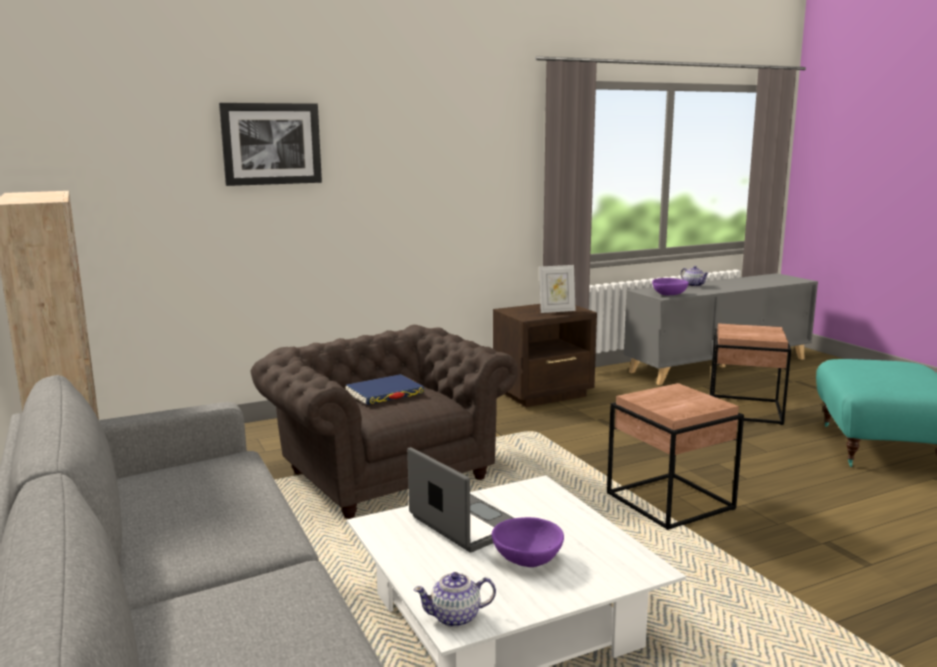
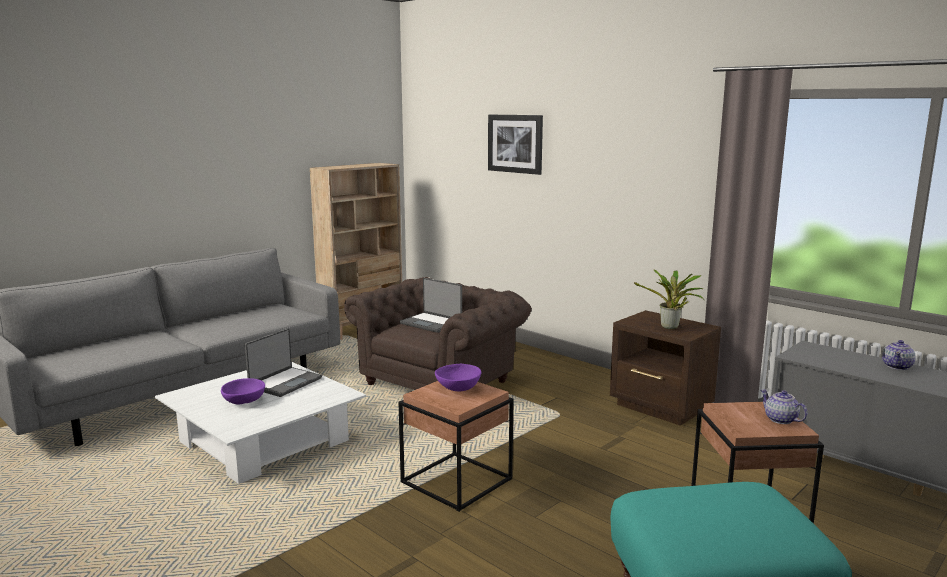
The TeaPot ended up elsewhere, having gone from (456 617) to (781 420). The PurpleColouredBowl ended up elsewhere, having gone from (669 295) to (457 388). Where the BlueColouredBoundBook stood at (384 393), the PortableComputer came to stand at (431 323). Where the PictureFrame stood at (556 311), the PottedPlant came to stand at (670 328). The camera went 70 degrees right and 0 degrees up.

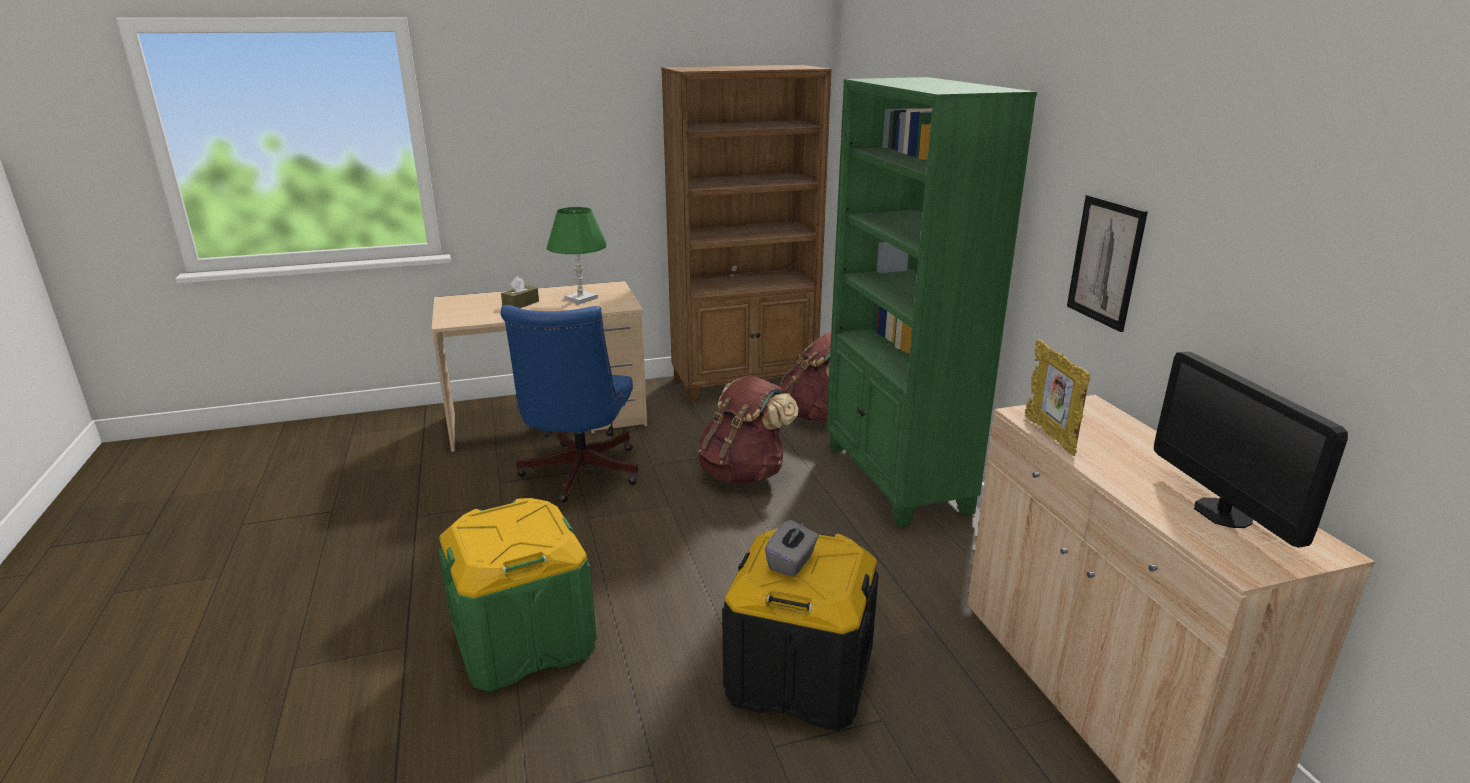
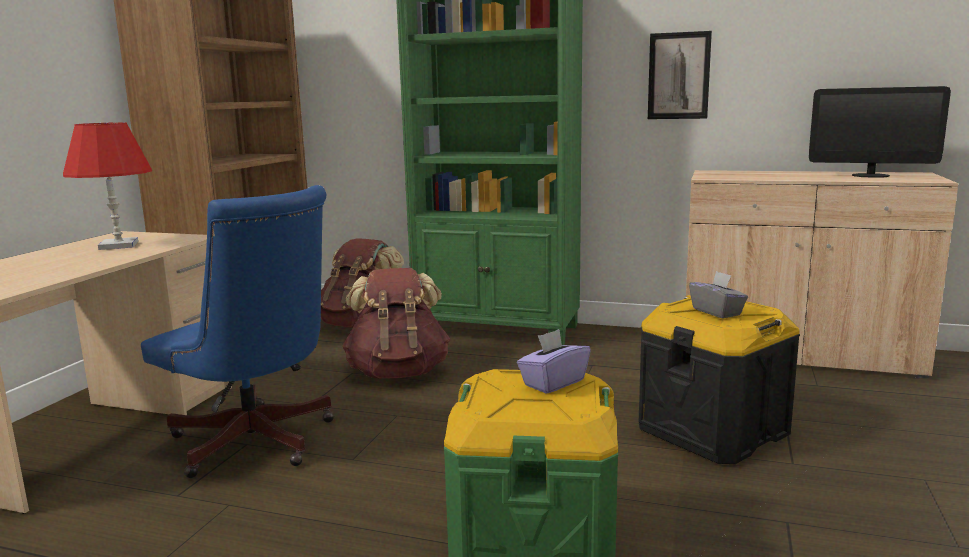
The second view lost the BrownishBoxOfTissues at (521 304). The second view lost the PictureFrame at (1050 436). The second view gained the PurpleColouredBoxOfTissues at (553 382). What was the GreenTabletopLamp at (581 298) turned into the RedColouredTabletopLamp at (119 245). The camera went 55 degrees left and 10 degrees down.

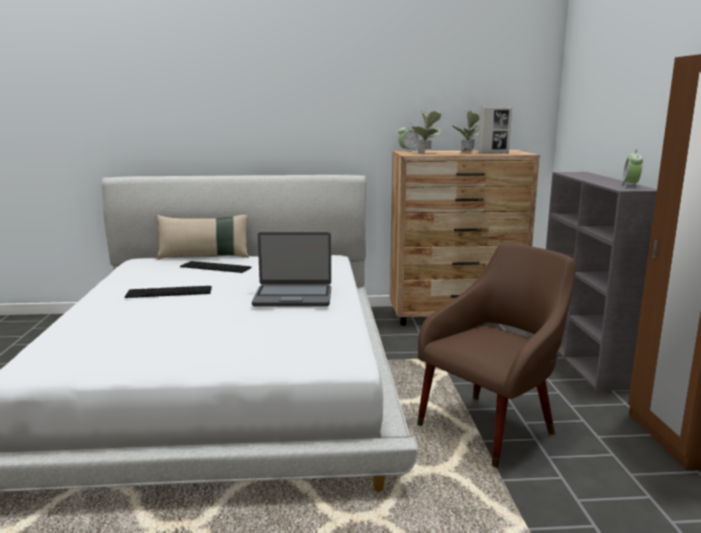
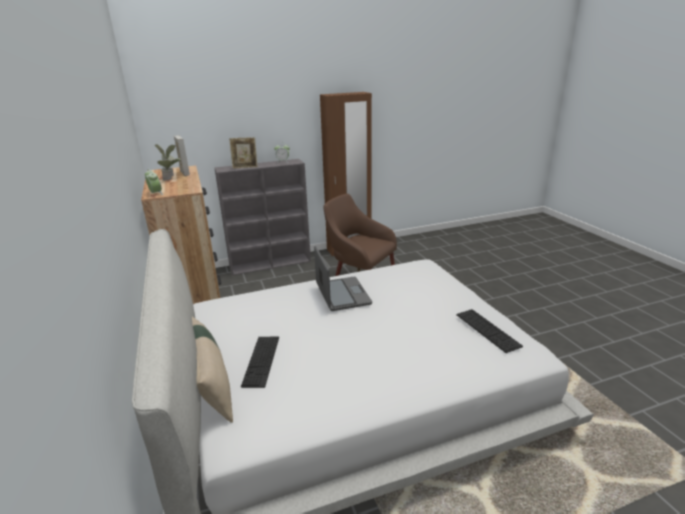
The second view lost the PottedPlant at (427 153). The second view gained the PictureFrame at (245 167). The PcKeyboard ended up elsewhere, having gone from (169 292) to (487 330). The camera went 105 degrees left and 10 degrees up.

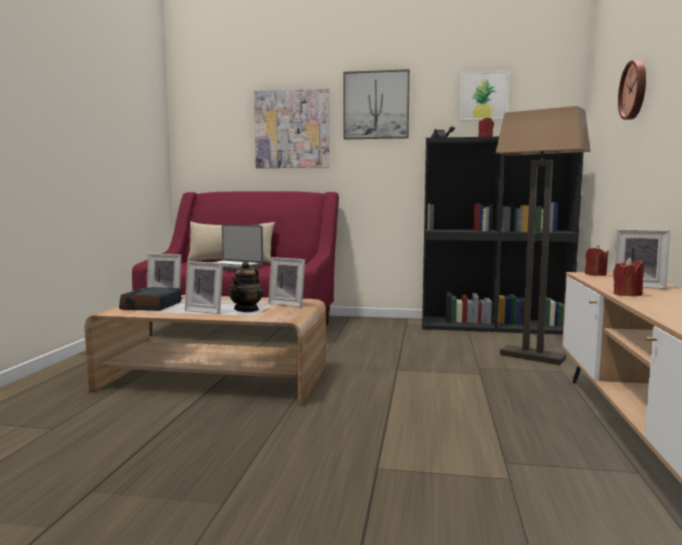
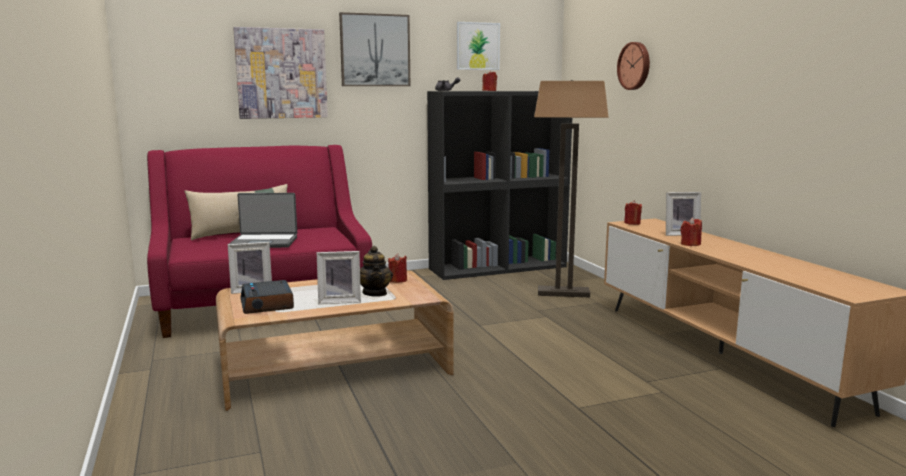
Where the PictureFrame stood at (288 304), the RedColouredWaxLight came to stand at (397 280). The camera went 30 degrees left and 5 degrees up.

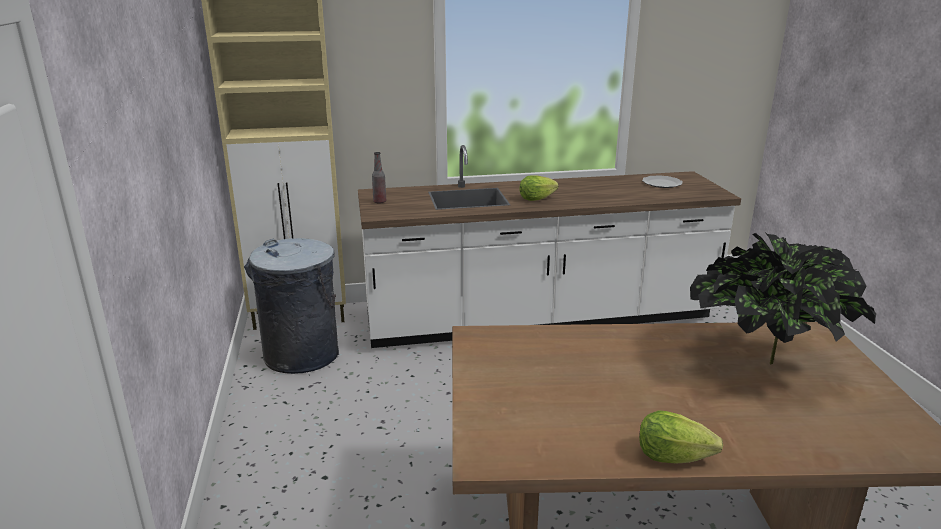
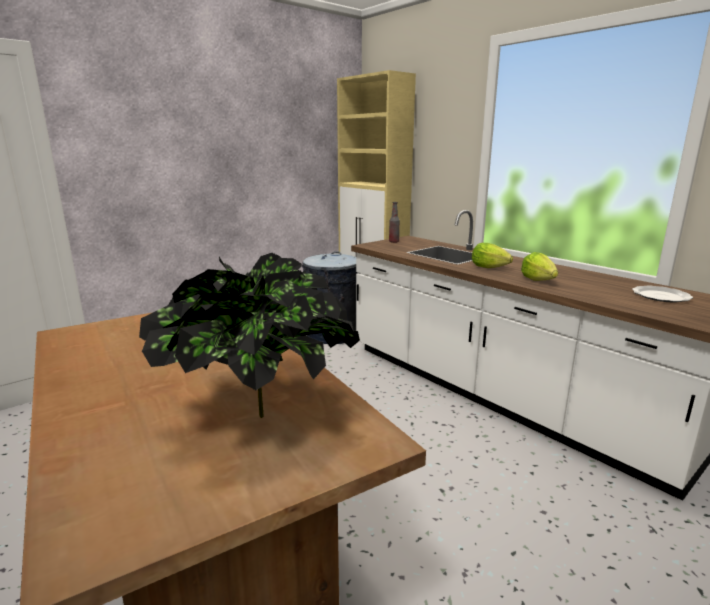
The HeadOfLettuce ended up elsewhere, having gone from (672 456) to (538 280). The camera went 60 degrees right and 5 degrees down.

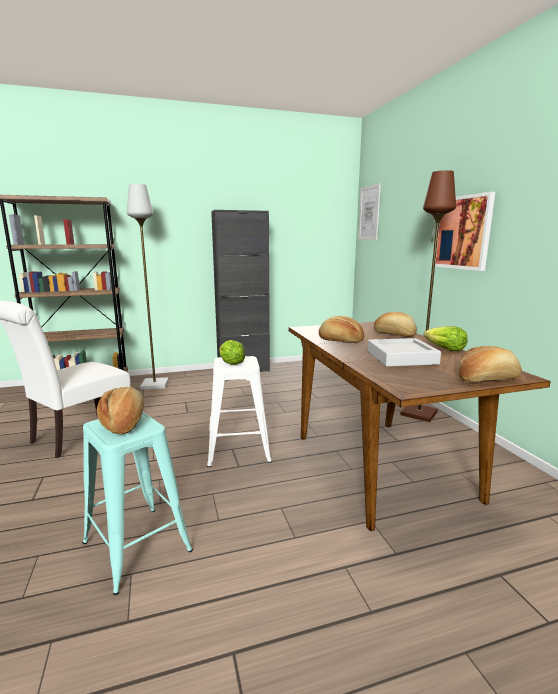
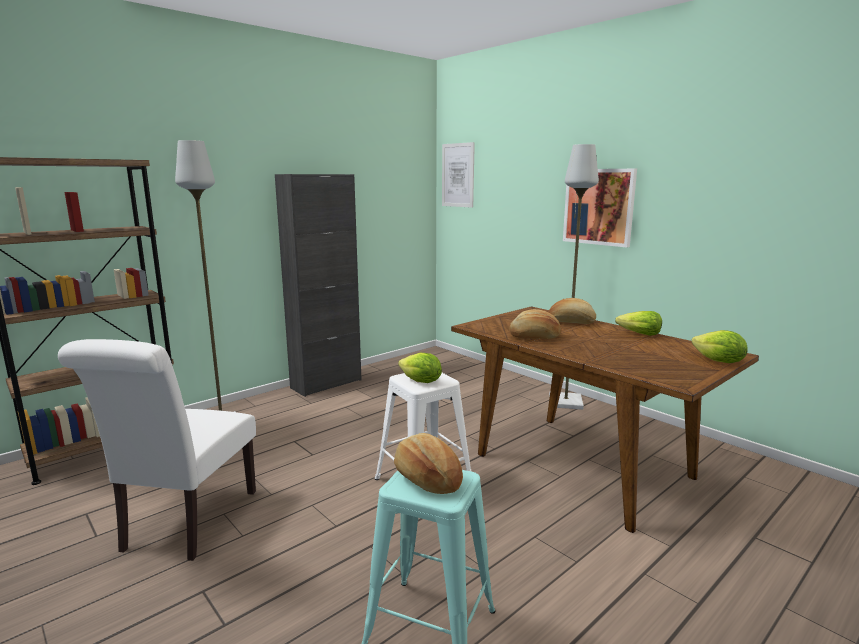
The second view lost the GrayCarryingTray at (401 357). Where the Bread stood at (487 379), the HeadOfLettuce came to stand at (719 362). What was the BrownishStandardLamp at (418 413) turned into the GrayStandardLamp at (565 402). The camera went 25 degrees left and 0 degrees up.

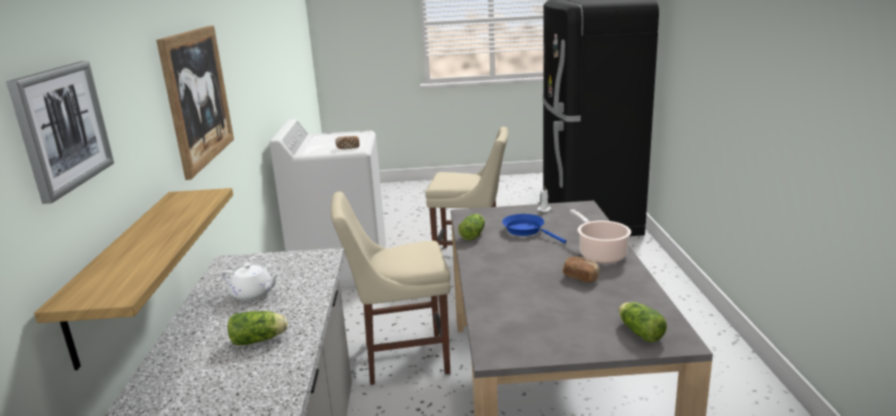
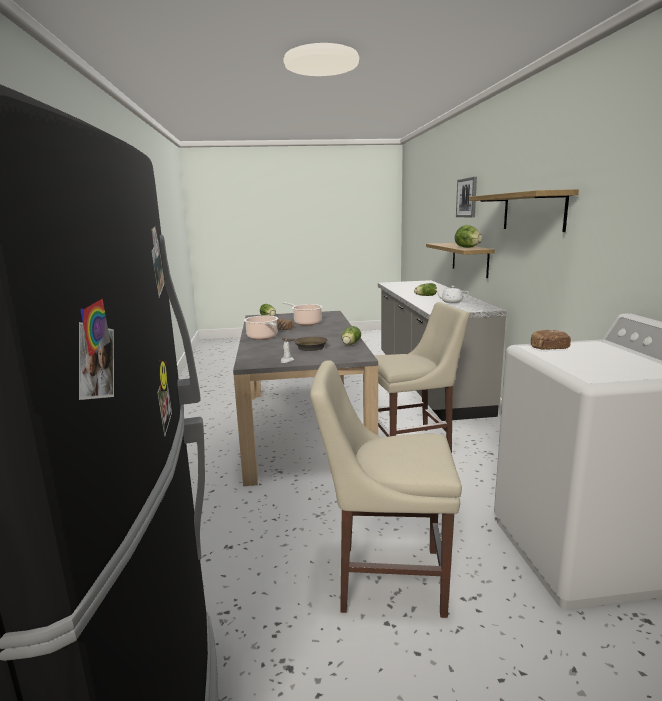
The second view gained the Stockpot at (306 322). The second view gained the HeadOfLettuce at (467 247). Where the Picture hung at (198 97), the Shelf came to hang at (533 211). What was the BlueColouredSkillet at (526 230) turned into the BrownishSkillet at (308 347). The camera went 175 degrees right and 5 degrees down.

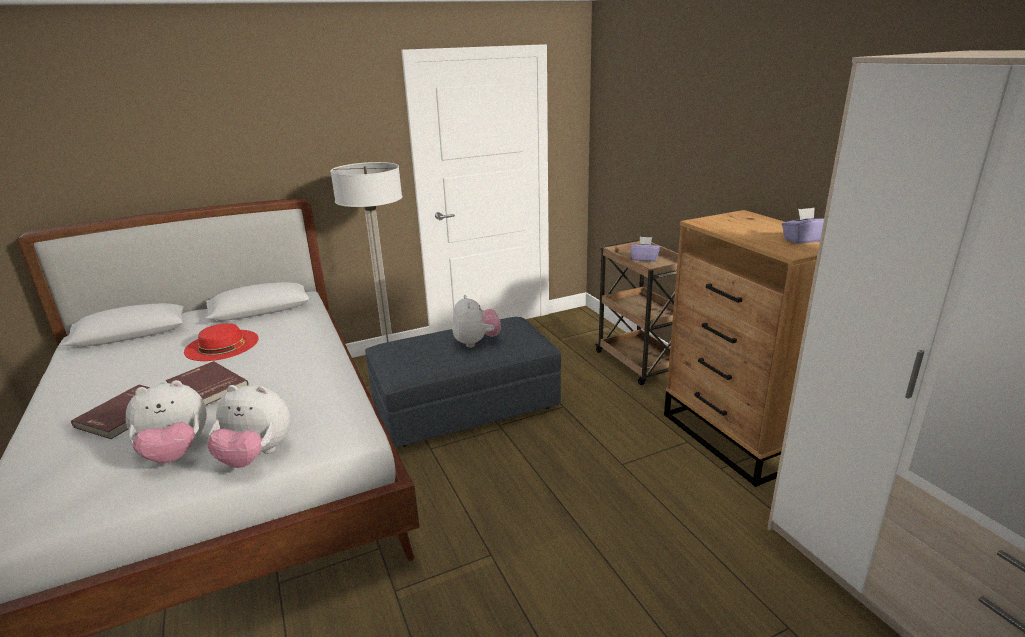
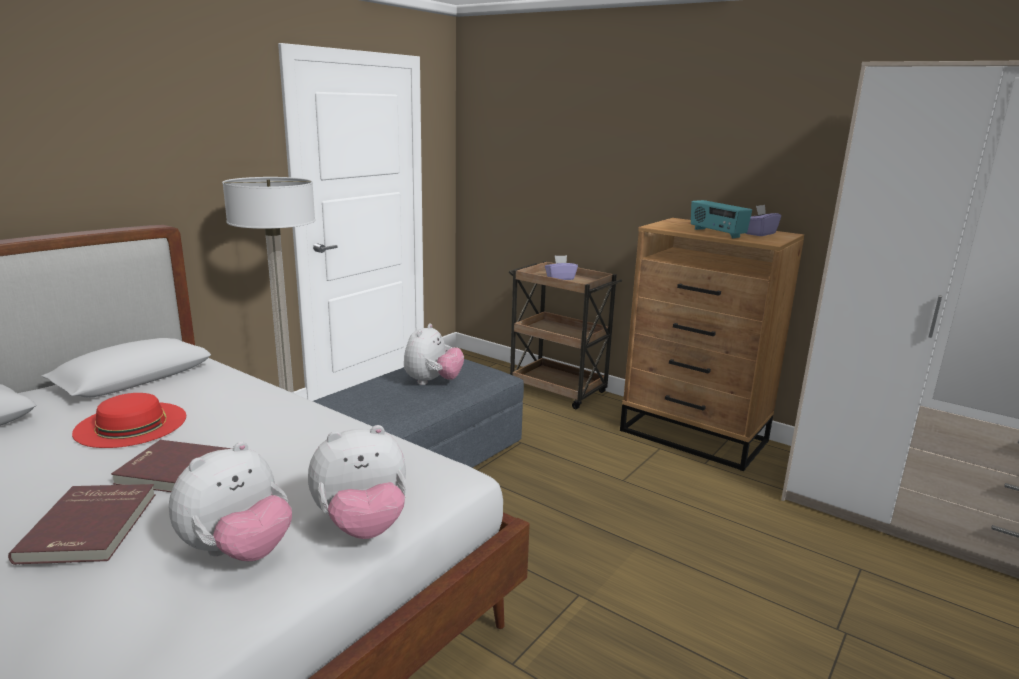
The second view gained the RadioReceiver at (716 233). The CuddlyToy at (476 342) ended up facing another way, 60 degrees clockwise from before. The camera went 30 degrees left and 5 degrees down.

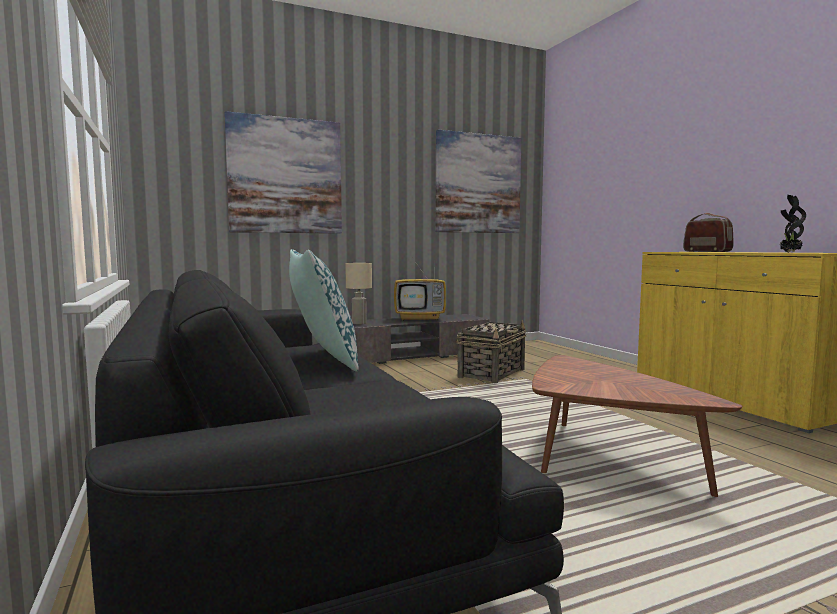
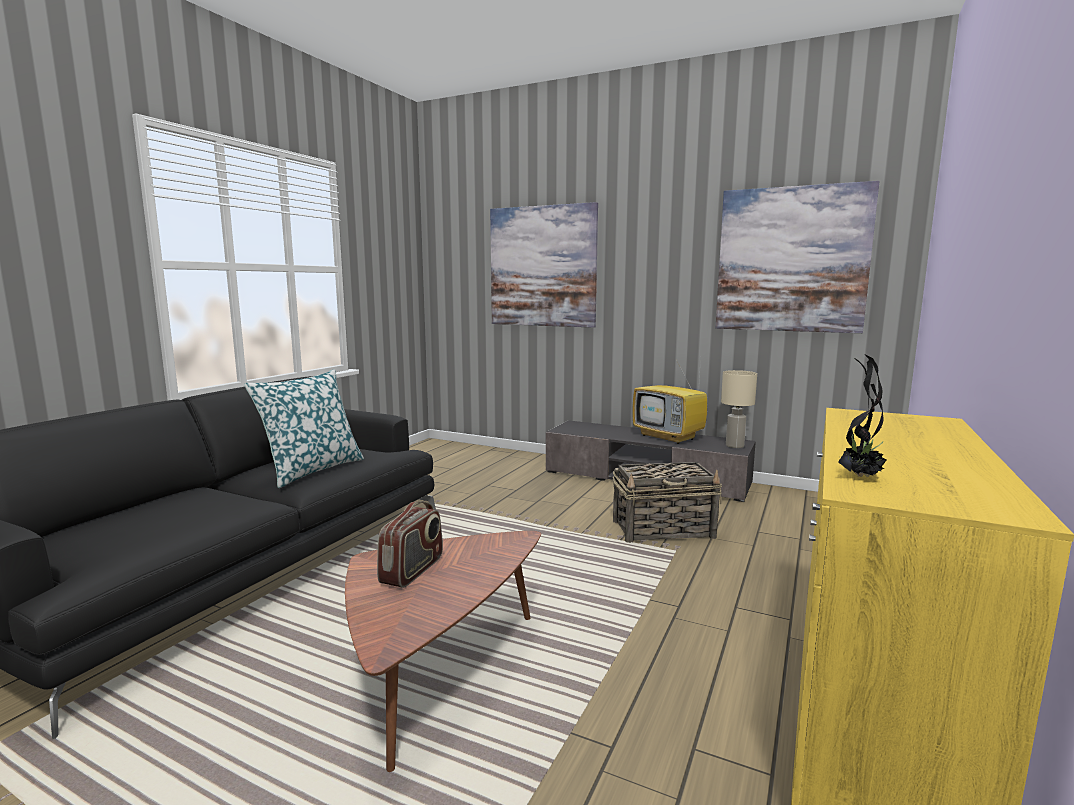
The BeigeColouredTabletopLamp ended up elsewhere, having gone from (359 323) to (735 446). The RadioReceiver ended up elsewhere, having gone from (707 251) to (413 571). The camera went 50 degrees right and 5 degrees up.

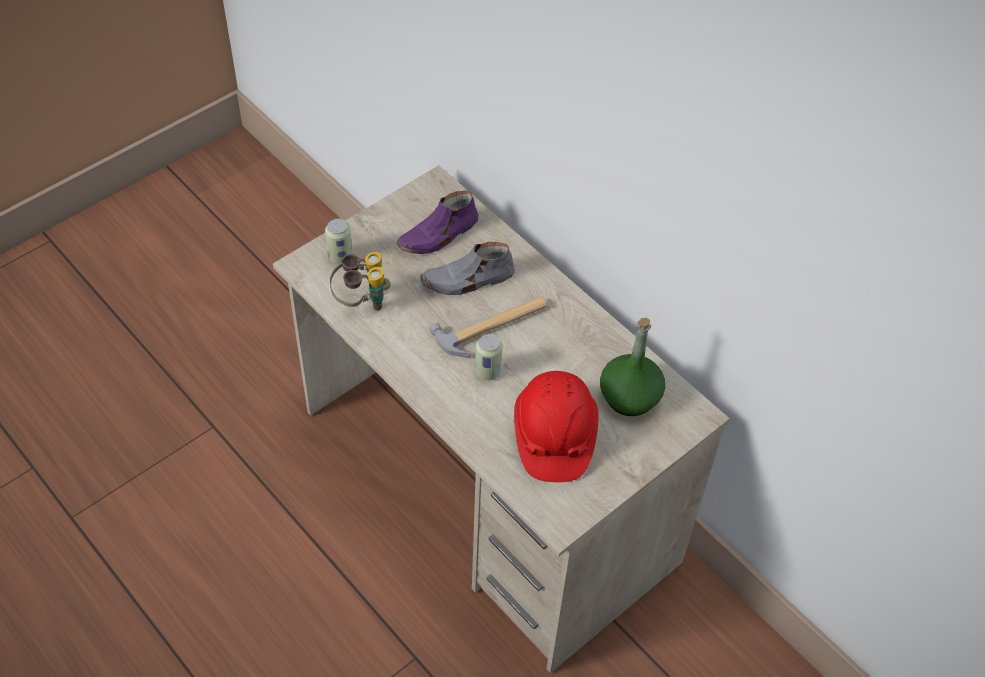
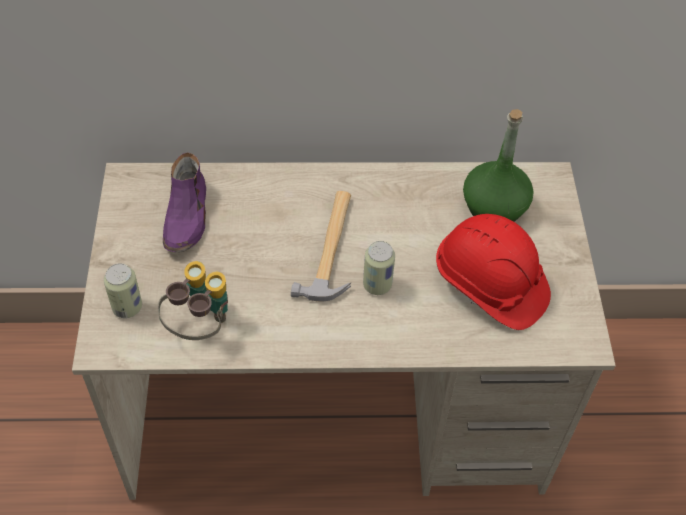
The second view lost the GrayLowShoe at (468 280). The camera went 50 degrees left and 0 degrees up.

